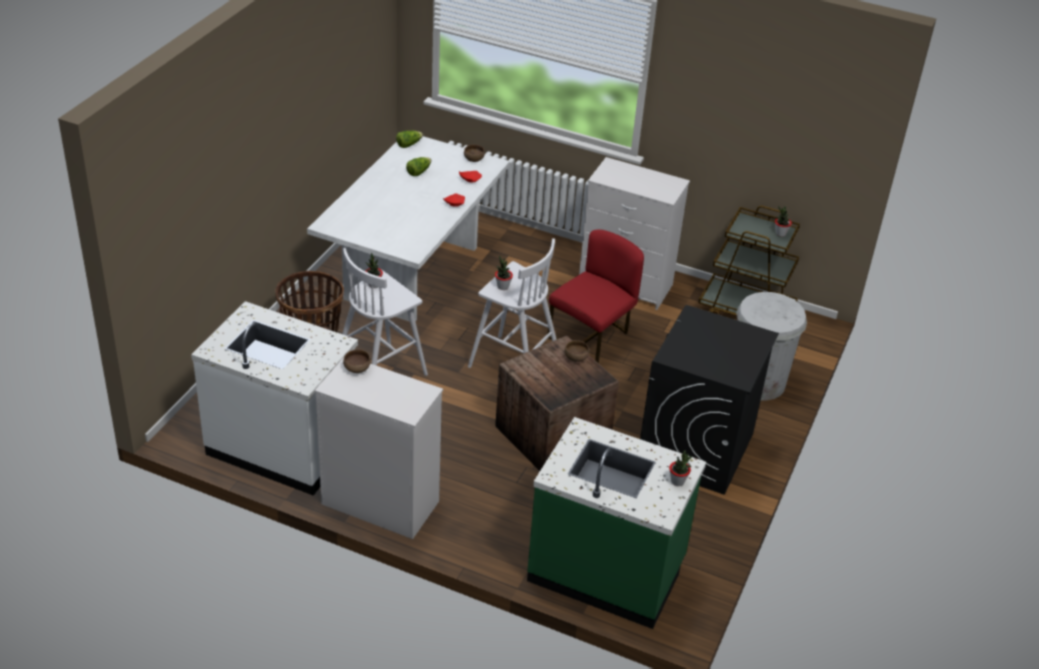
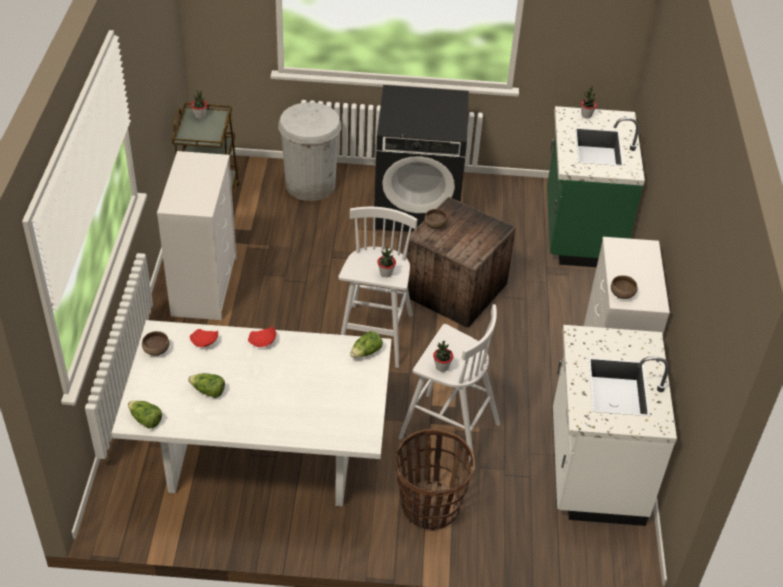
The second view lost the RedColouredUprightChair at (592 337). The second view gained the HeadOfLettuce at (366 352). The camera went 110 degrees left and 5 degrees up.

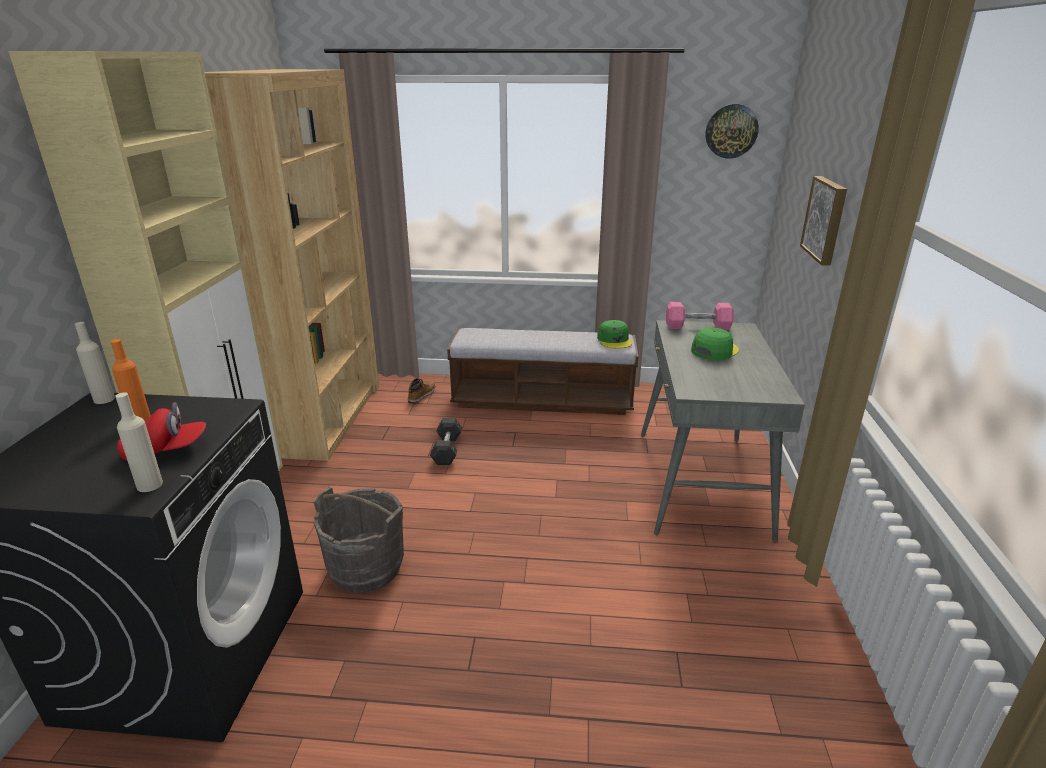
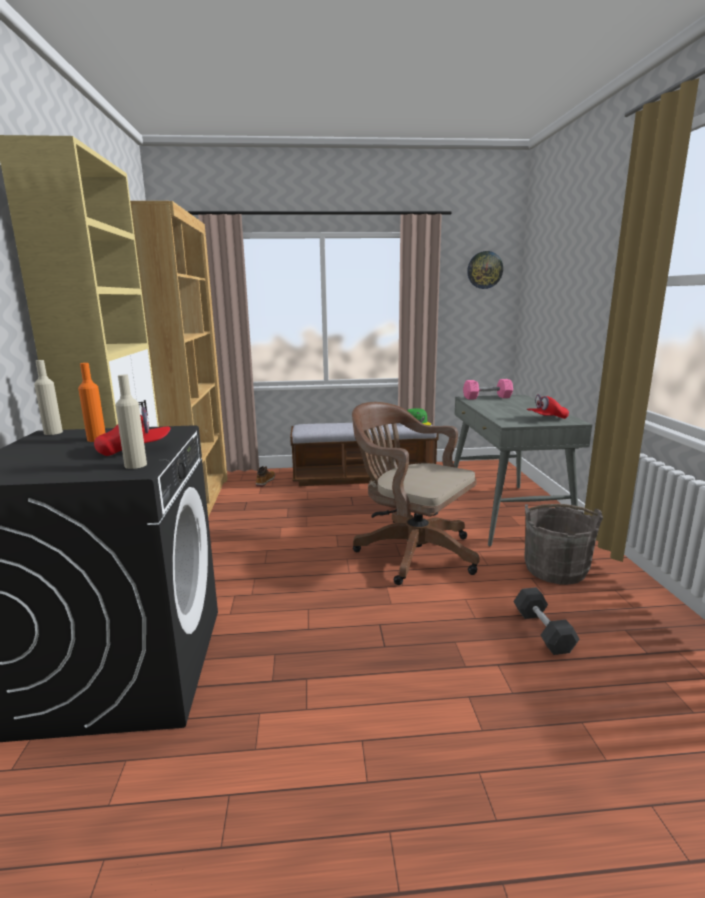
The second view lost the GreenPeakedCap at (714 350). The second view lost the Picture at (826 219). The second view gained the BrownishDeskChair at (411 551). The second view gained the RedColouredPeakedCap at (546 419). The GrayPail ended up elsewhere, having gone from (366 568) to (555 569). The GrayDumbbell ended up elsewhere, having gone from (447 450) to (543 631). The camera went 10 degrees left and 10 degrees down.

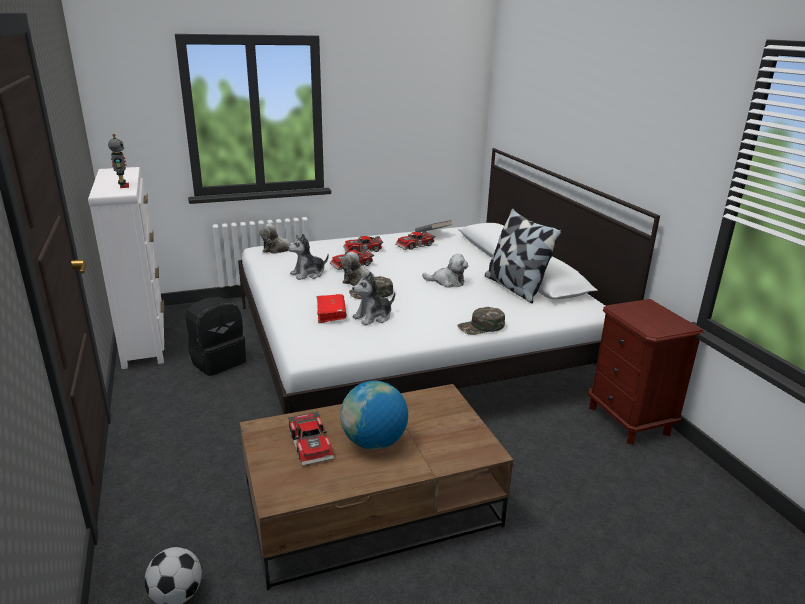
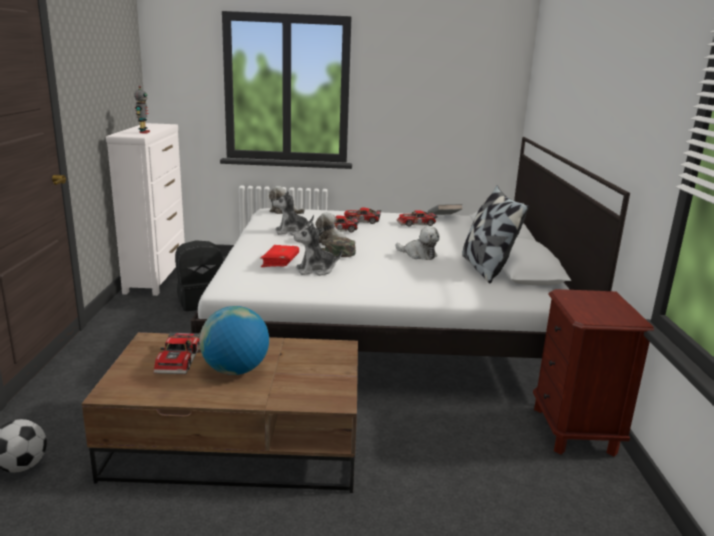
The second view lost the GreenPeakedCap at (481 327). The camera went 20 degrees right and 5 degrees down.

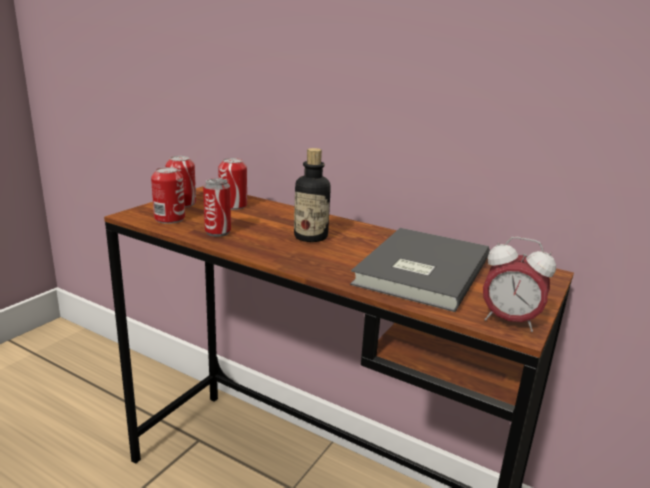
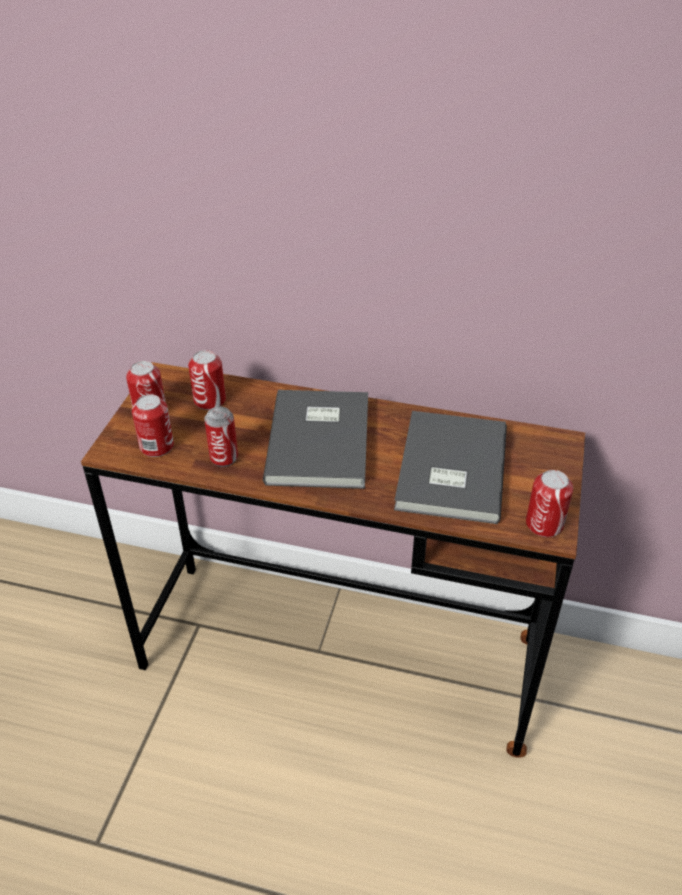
Where the BeverageBottle stood at (310 237), the GrayBoundBook came to stand at (322 440). Where the TableClock stood at (509 321), the MetalCan came to stand at (544 524). The camera went 15 degrees left and 20 degrees up.

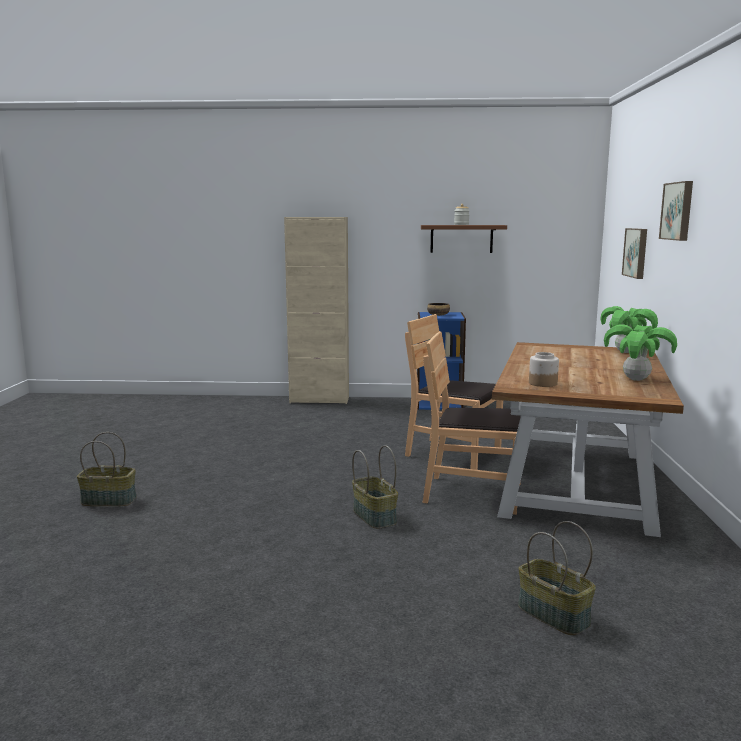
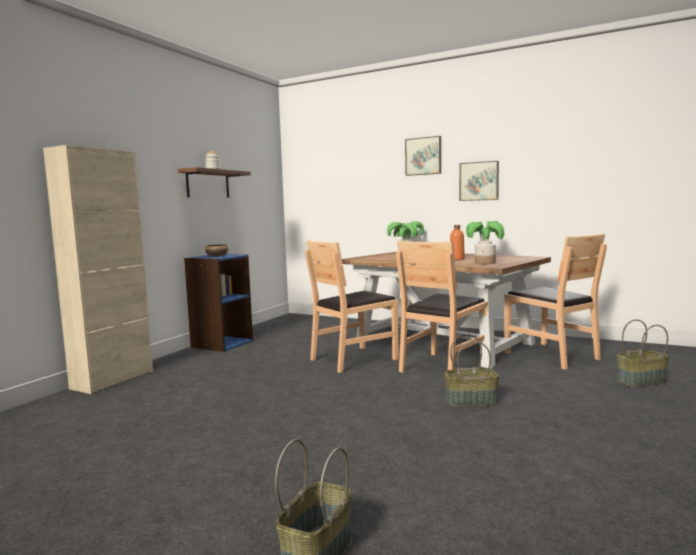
The second view gained the OrangeColouredBeverageBottle at (457 259). The second view gained the BrownishUprightChair at (551 355). The Picture ended up elsewhere, having gone from (636 252) to (479 181). The camera went 65 degrees left and 5 degrees down.

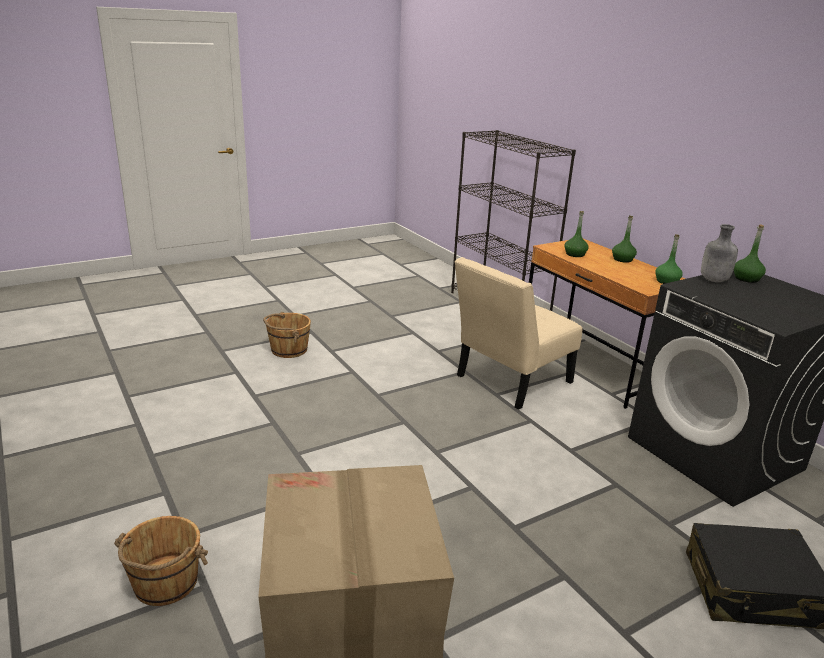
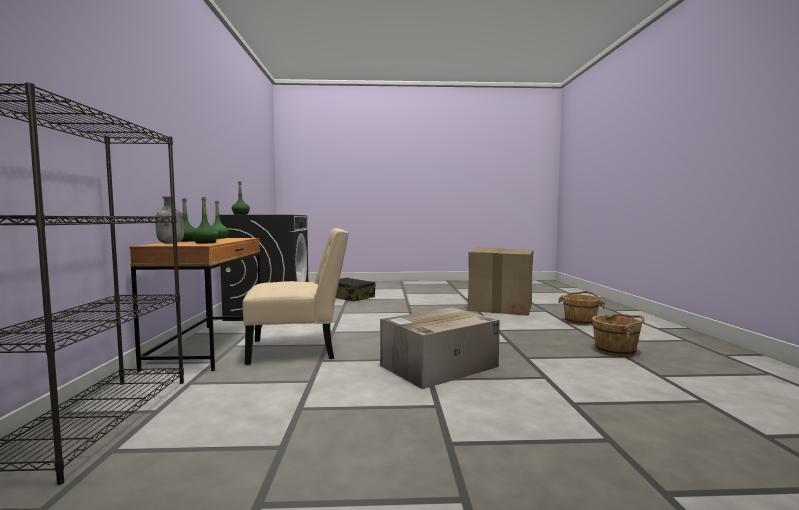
The second view gained the PackingBox at (438 366). The BrownishPail ended up elsewhere, having gone from (288 350) to (616 351). The GrayBeverageBottle ended up elsewhere, having gone from (713 280) to (171 243). The camera went 150 degrees left and 20 degrees down.

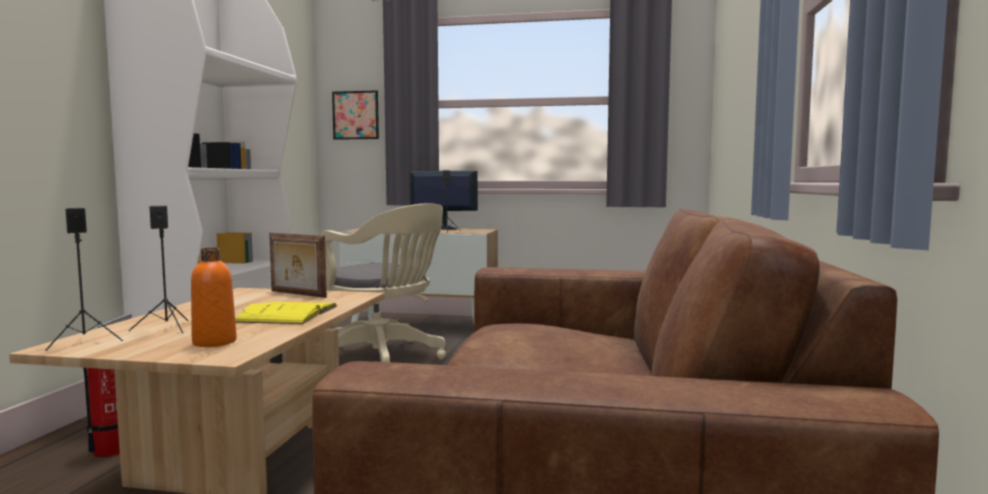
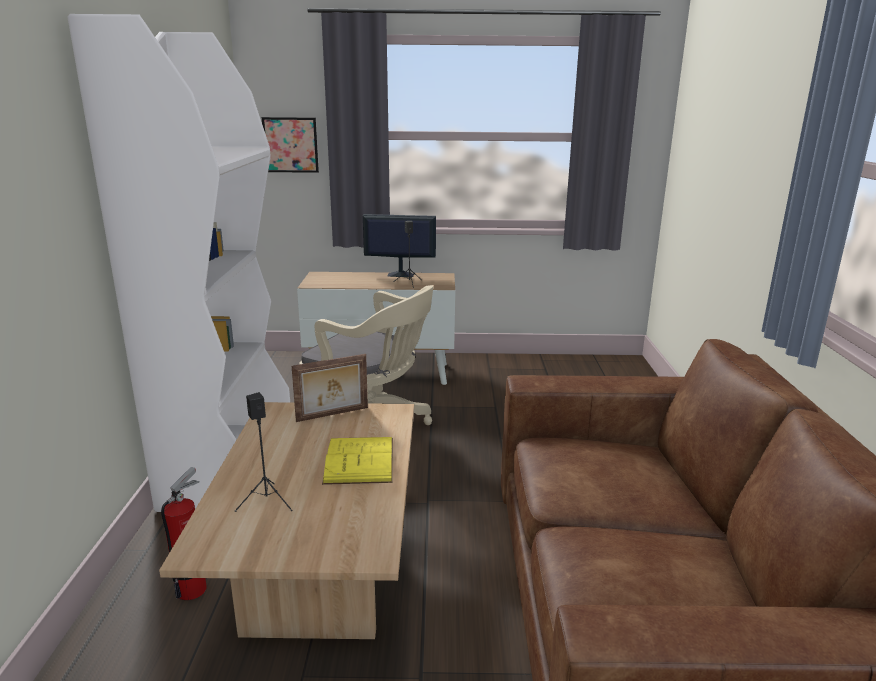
The second view lost the BlackishAudioSpeaker at (85 341). The second view lost the OrangeColouredBeverageBottle at (214 342). The PictureFrame at (297 294) ended up facing another way, 45 degrees counterclockwise from before. The camera went 10 degrees left and 15 degrees up.

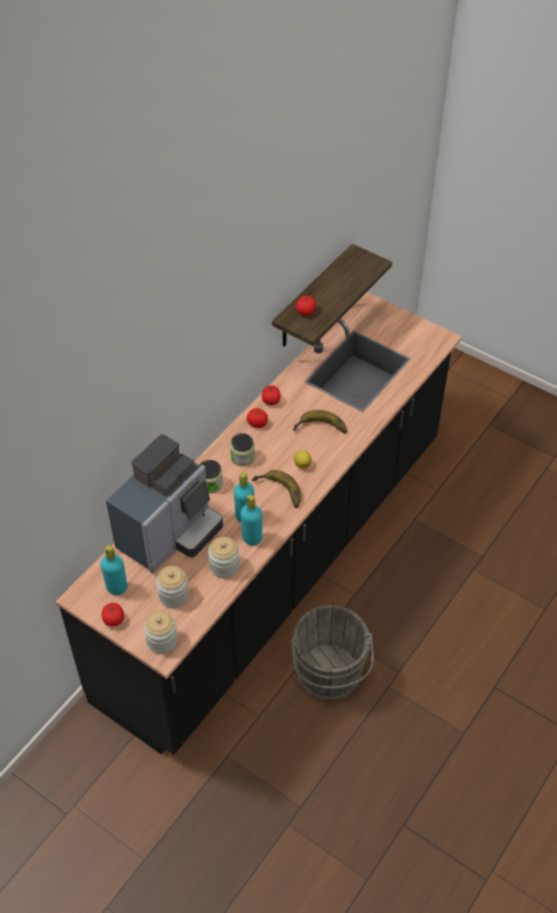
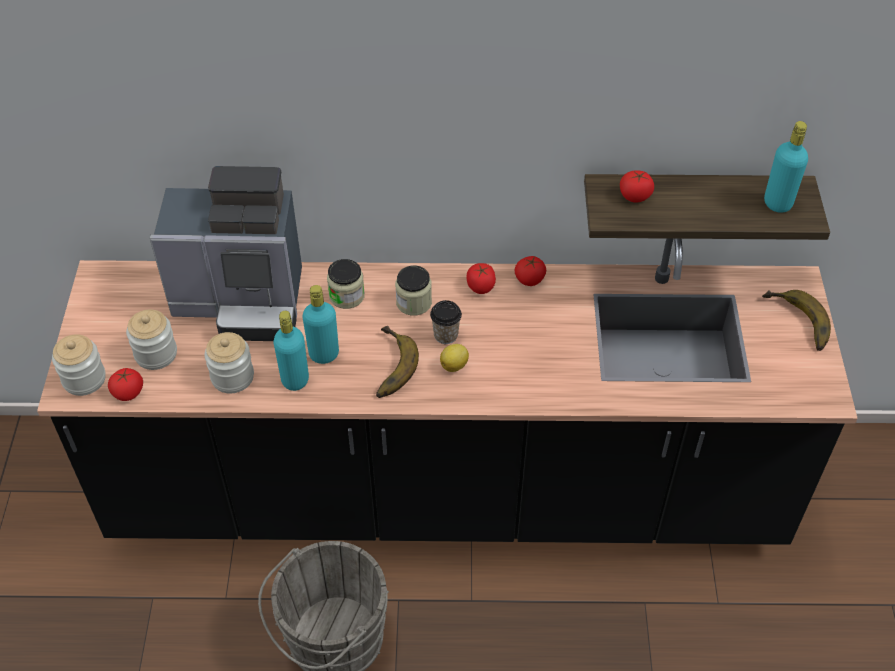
The second view gained the SmallCup at (446 335). The TurquoiseBeverageBottle ended up elsewhere, having gone from (117 588) to (777 203). The FreshTomato ended up elsewhere, having gone from (113 619) to (128 392). The BananaFruit ended up elsewhere, having gone from (320 430) to (795 323). The camera went 55 degrees right and 0 degrees up.

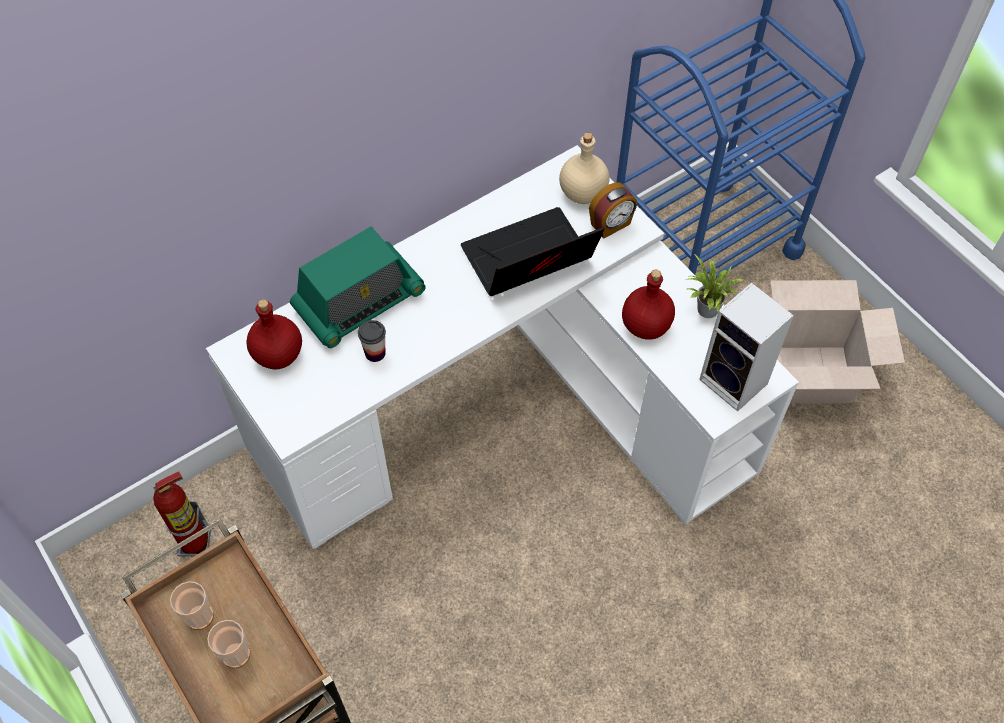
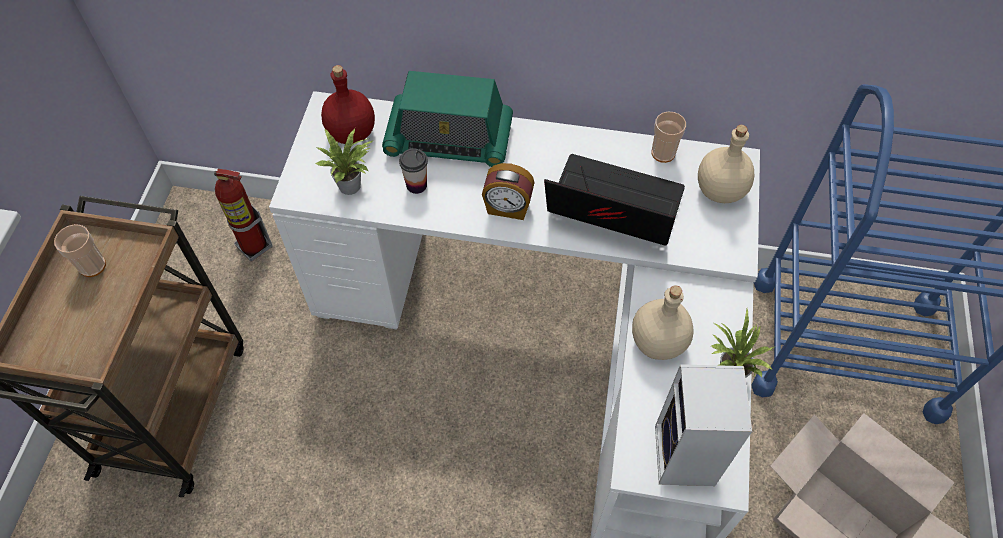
The second view gained the PottedPlant at (353 186). The SmallCup ended up elsewhere, having gone from (236 654) to (663 153). The TableClock ended up elsewhere, having gone from (611 225) to (507 208). What was the RedColouredBeverageBottle at (646 325) turned into the BeigeColouredBeverageBottle at (659 342). The camera went 45 degrees right and 0 degrees up.

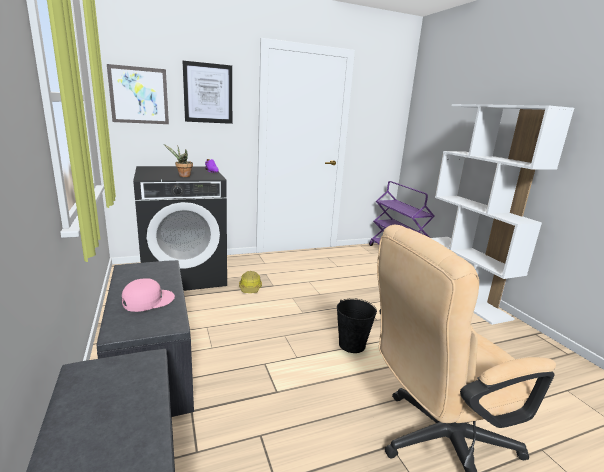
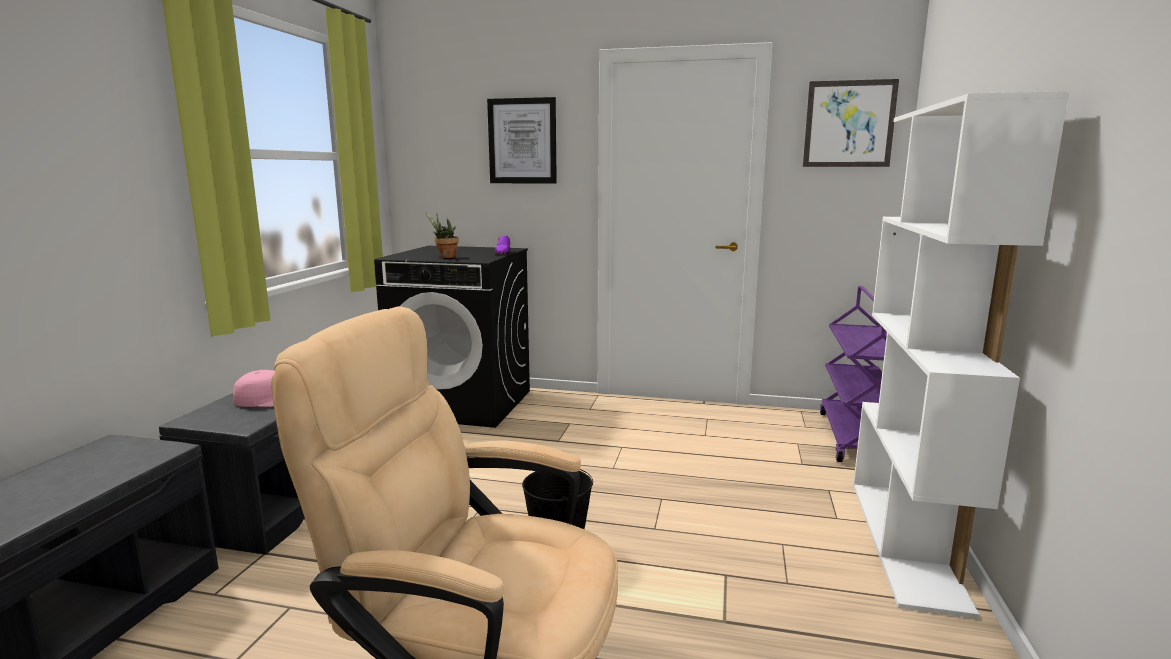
The second view lost the HardHat at (250 288). The Picture ended up elsewhere, having gone from (139 95) to (849 124). The camera went 35 degrees right and 5 degrees down.

